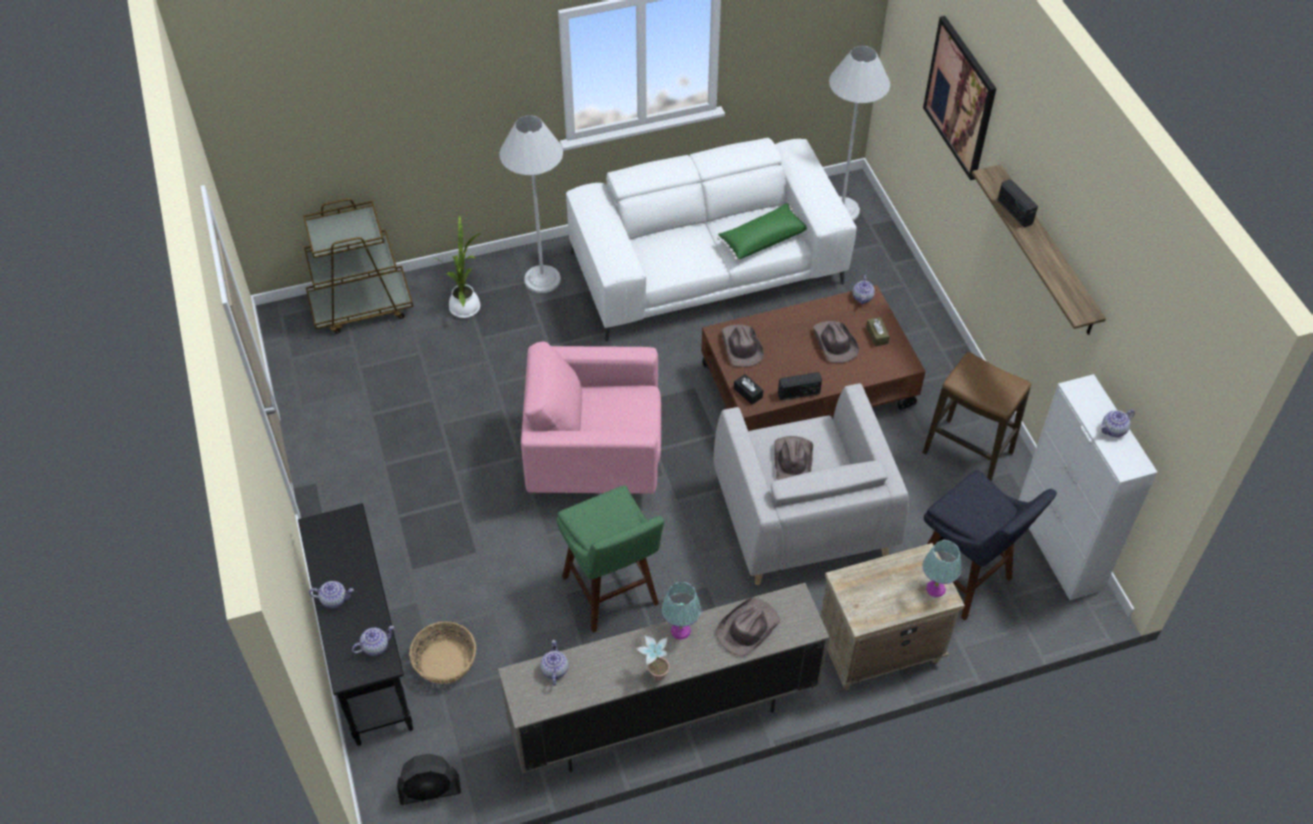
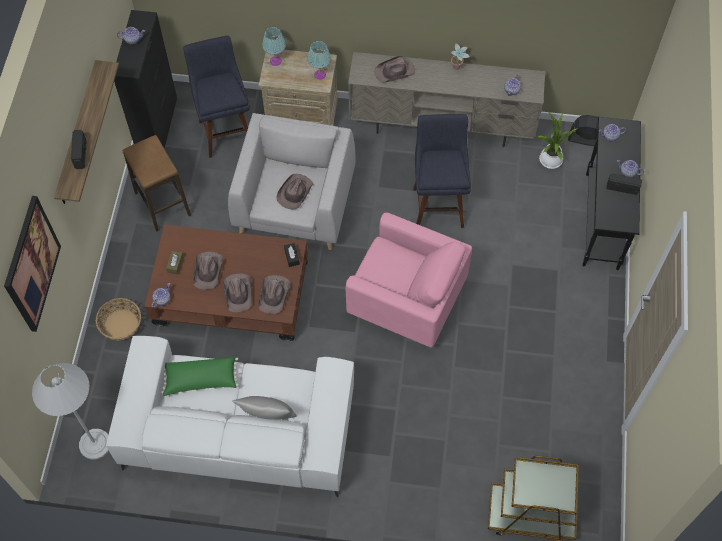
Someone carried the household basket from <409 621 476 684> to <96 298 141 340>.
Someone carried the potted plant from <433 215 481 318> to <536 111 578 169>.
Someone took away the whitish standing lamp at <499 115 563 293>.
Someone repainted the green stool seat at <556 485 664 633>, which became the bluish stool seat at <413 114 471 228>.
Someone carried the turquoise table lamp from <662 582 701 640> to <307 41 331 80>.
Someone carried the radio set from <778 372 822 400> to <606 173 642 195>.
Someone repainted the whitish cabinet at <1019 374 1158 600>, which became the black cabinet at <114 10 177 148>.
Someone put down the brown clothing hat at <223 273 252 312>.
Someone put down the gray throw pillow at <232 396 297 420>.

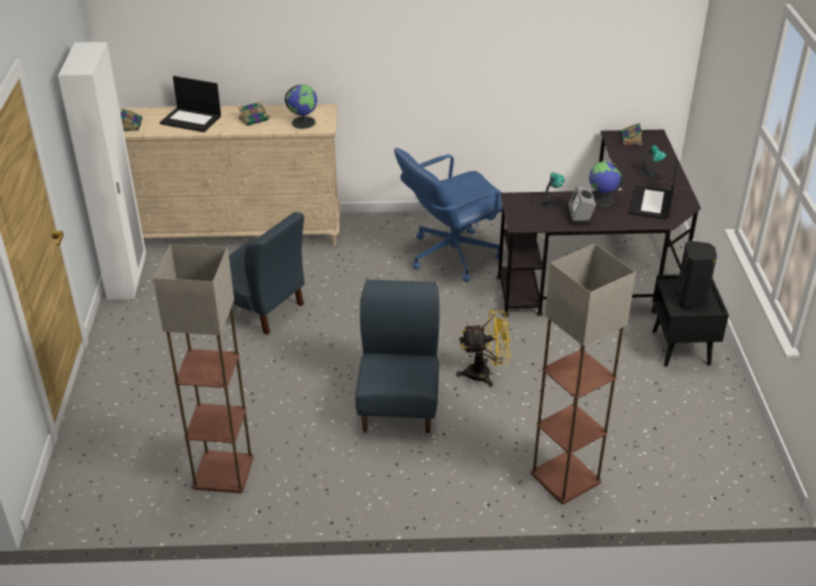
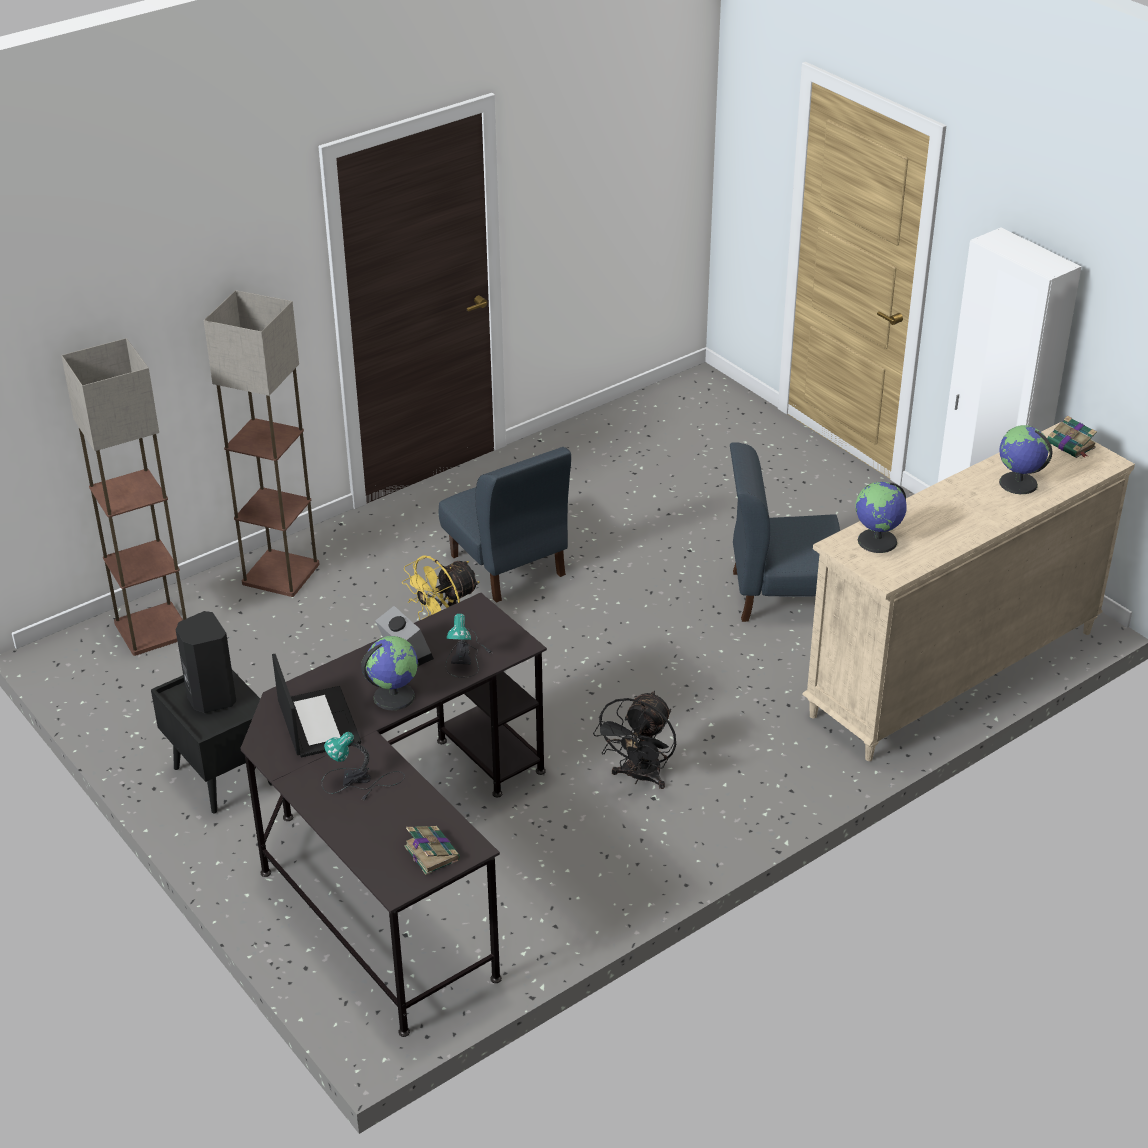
Someone carried the standing lamp from <153 244 253 493> to <61 338 187 656>.
Someone swapped the portable computer at <160 76 221 132> for the world globe at <999 425 1053 494>.
Someone took away the book at <238 101 271 126>.
Someone swapped the bluish desk chair at <394 148 503 282> for the black fan at <593 691 676 789>.

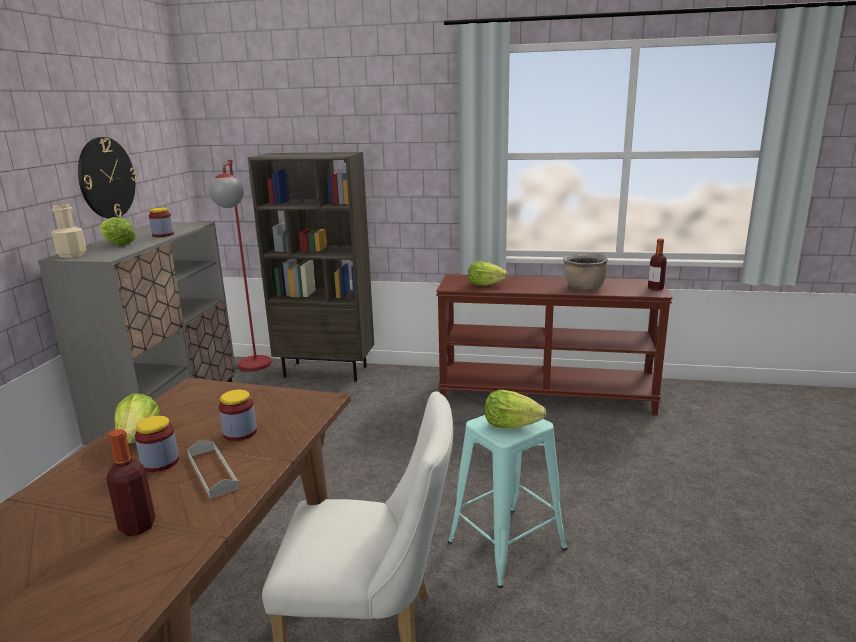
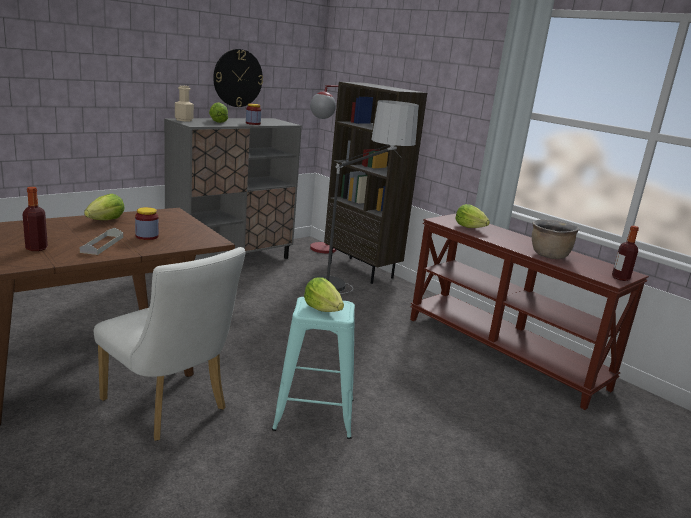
Someone took away the preserve jar at <135 416 179 472>.
Someone put down the standing lamp at <310 100 419 294>.

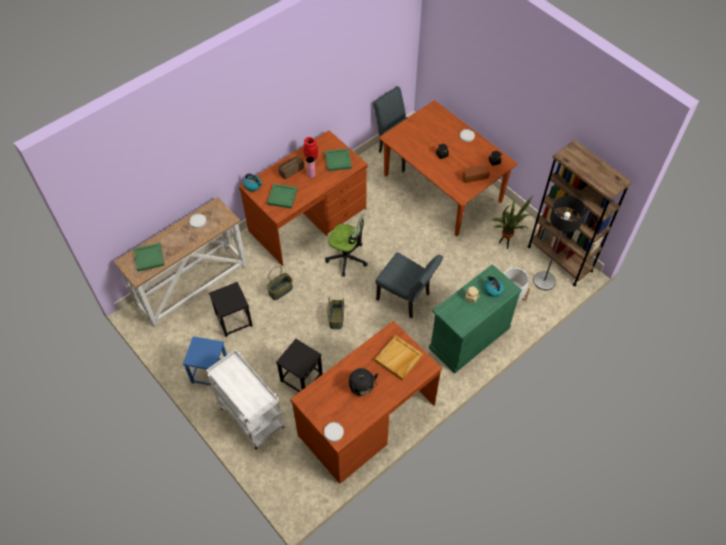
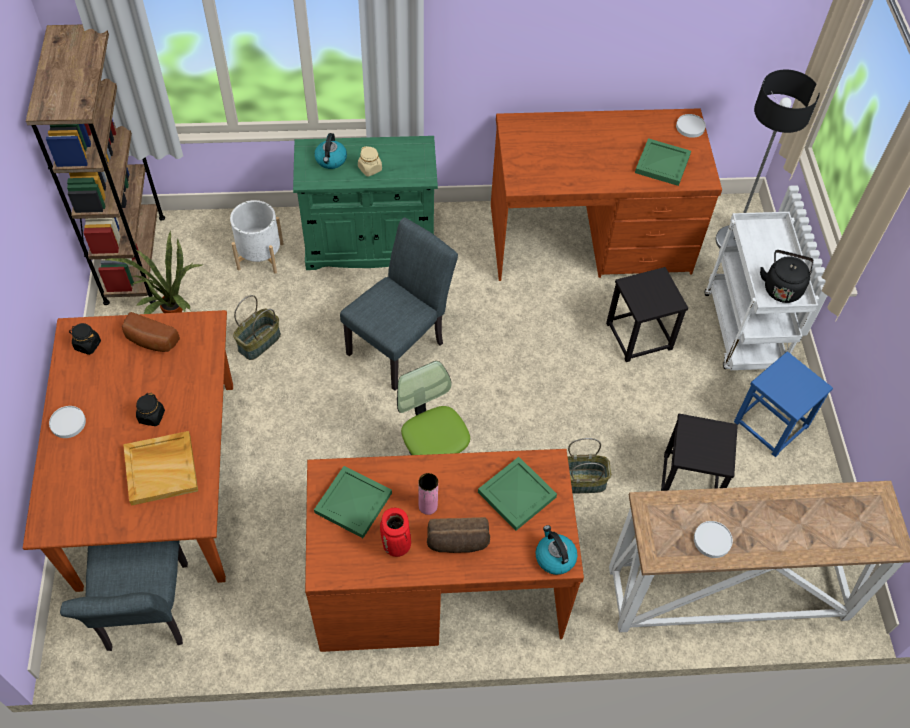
Someone carried the green tray from <134 243 164 271> to <635 138 691 186>.
Someone carried the household basket from <328 298 344 329> to <233 295 281 360>.
Someone carried the black tea kettle from <349 368 378 396> to <760 250 814 303>.
Someone carried the beige tray from <375 335 423 380> to <123 431 198 506>.
Someone rotated the gray plain chair at <376 252 443 318> by 60 degrees clockwise.
Someone carried the standing lamp from <533 196 586 290> to <716 69 820 248>.

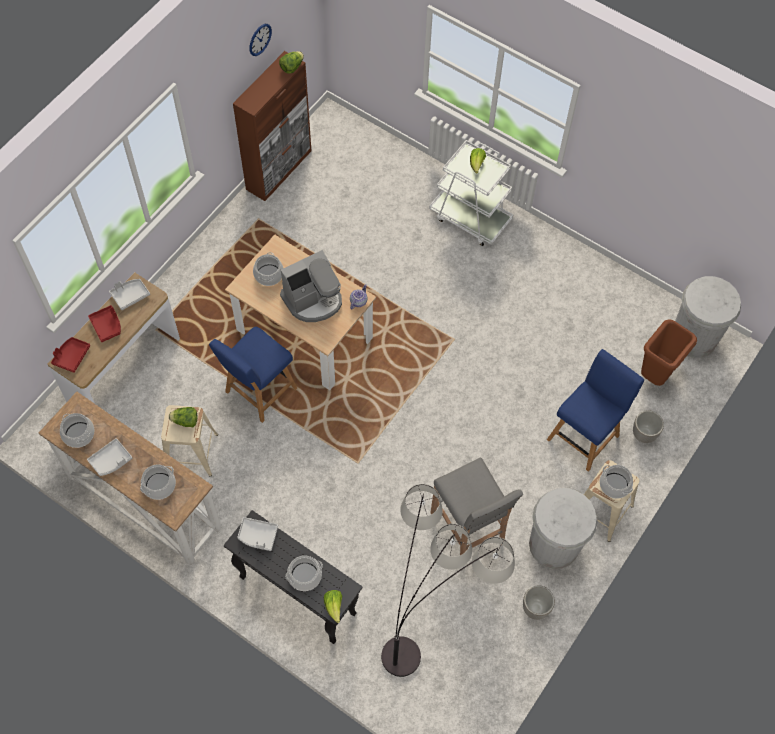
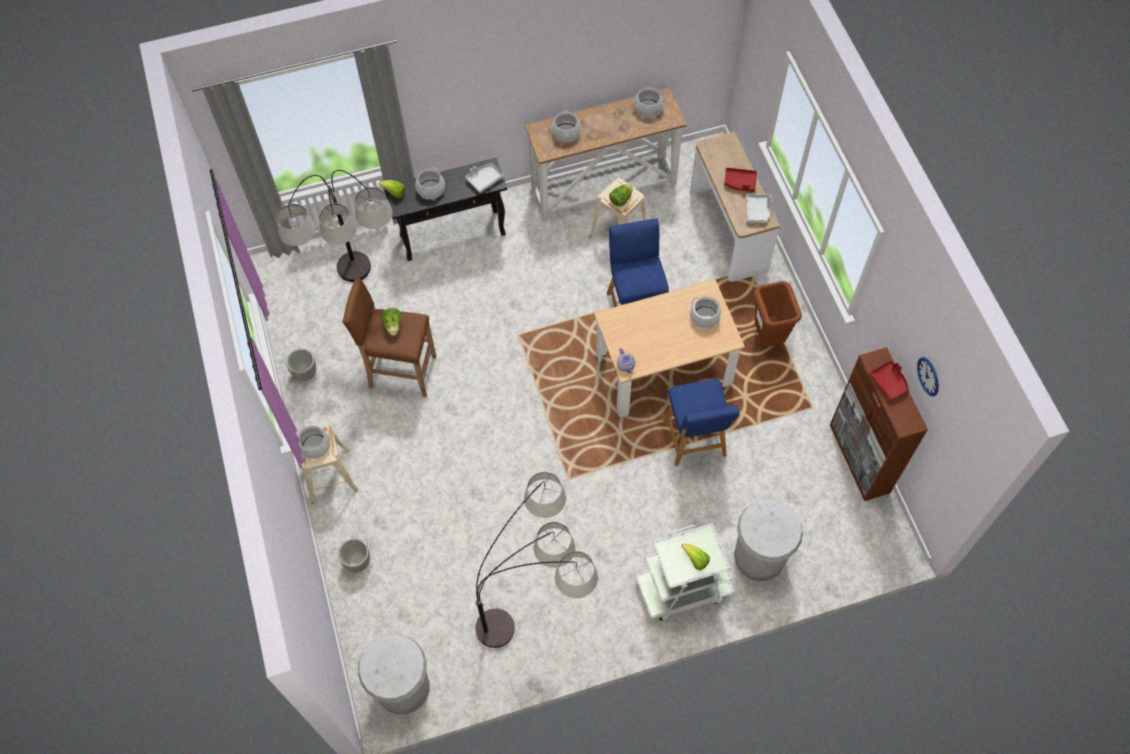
Someone carried the red-coloured tray from <51 337 90 373> to <869 361 909 402>.
Someone took away the gray tray at <87 438 132 476>.
Someone carried the head of lettuce from <279 51 304 74> to <381 308 402 336>.
Someone took away the coffee brewer at <280 250 342 322>.
Someone repainted the gray stool seat at <430 457 523 555>, which became the brown stool seat at <342 277 436 397>.
Someone carried the whitish trash can from <529 488 598 569> to <734 499 803 581>.
Someone carried the bluish plain chair from <547 349 644 472> to <663 379 740 466>.
Someone carried the brown trash can from <641 319 697 386> to <754 281 802 346>.
Someone put down the standing lamp at <475 472 598 648>.

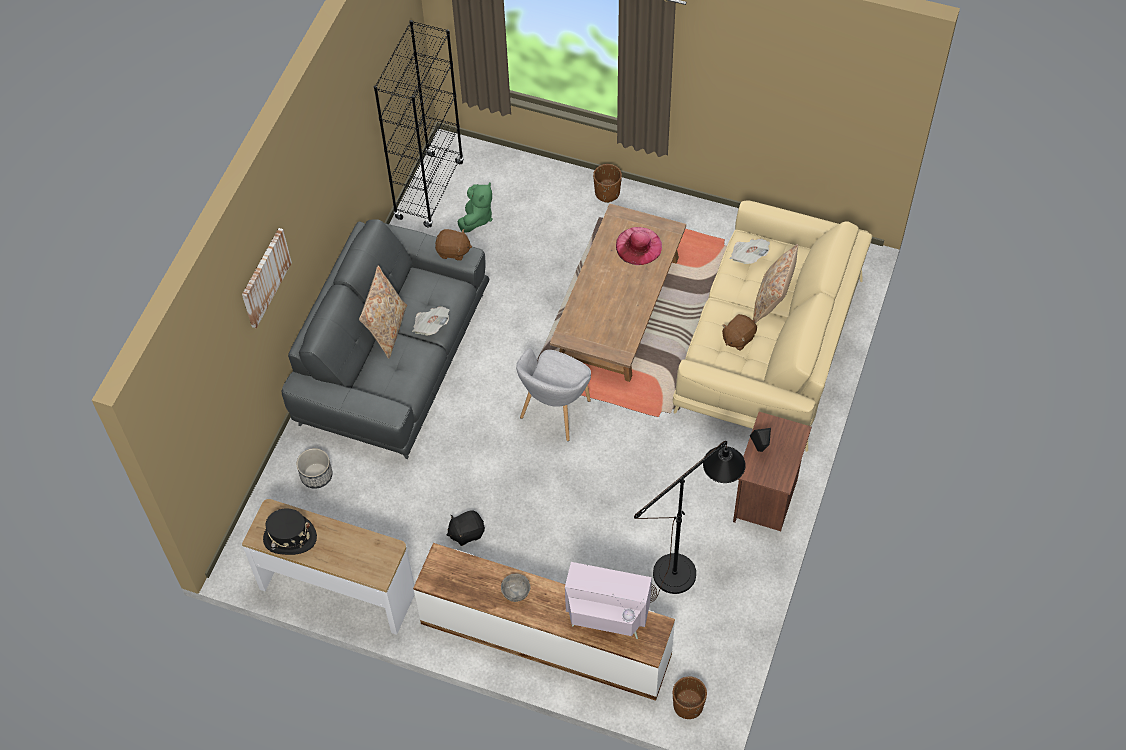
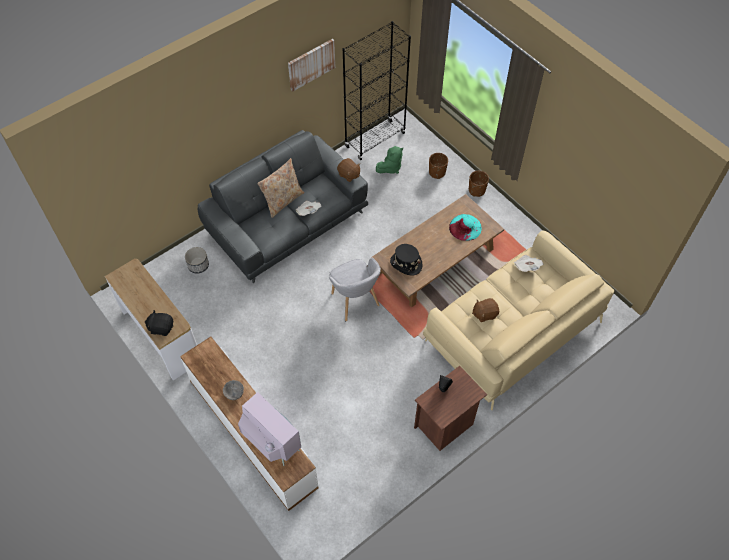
Someone carried the wall art from <242 228 292 328> to <288 39 335 92>.
Someone carried the black clothing hat from <263 509 317 555> to <390 244 423 275>.
Someone carried the black plush toy from <447 510 485 546> to <145 310 173 336>.
Someone rotated the gray easy chair at <516 348 591 441> by 90 degrees counterclockwise.
Someone repainted the pink-coloured clothing hat at <616 227 662 265>, which became the turquoise clothing hat at <449 214 482 241>.
Someone took away the black standing lamp at <634 441 746 603>.
Someone carried the brown flower pot from <673 677 707 719> to <429 153 448 179>.
Someone took away the beige throw pillow at <753 244 798 323>.

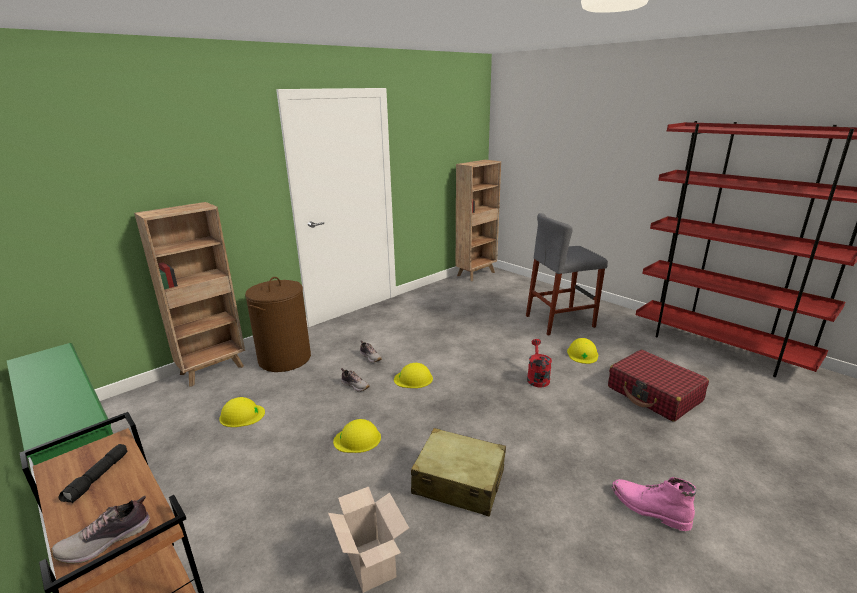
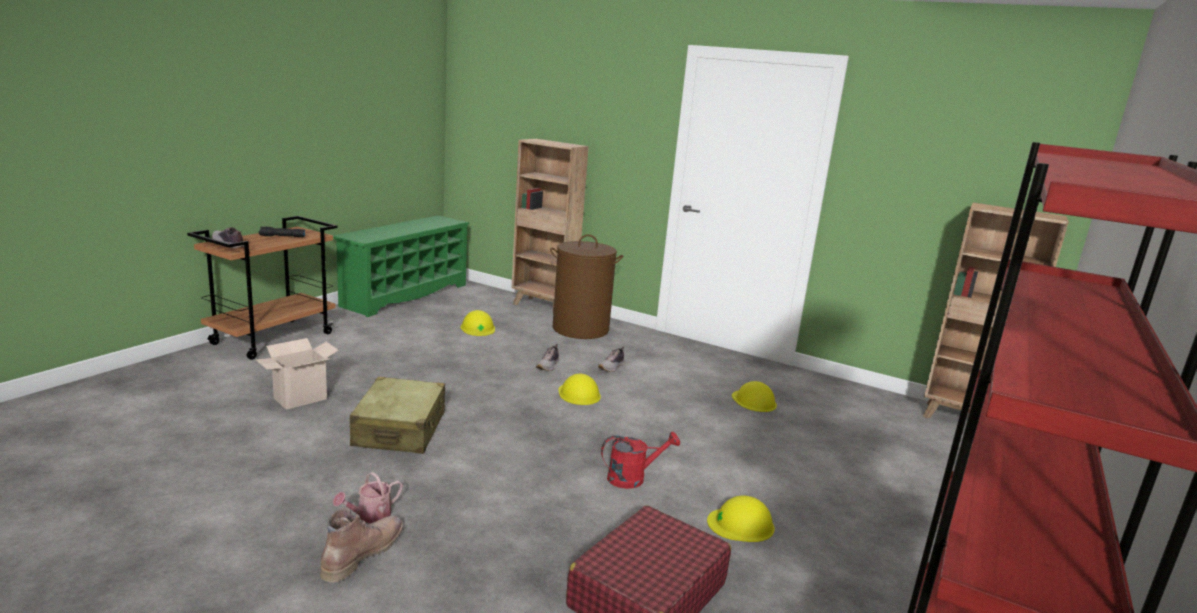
Someone carried the yellow safety helmet from <333 419 381 453> to <732 381 777 412>.
Someone took away the gray stool seat at <526 213 608 335>.
Someone repainted the pink-coloured boot at <612 477 697 531>, which became the brown boot at <320 507 403 583>.
Someone put down the watering can at <333 472 403 523>.

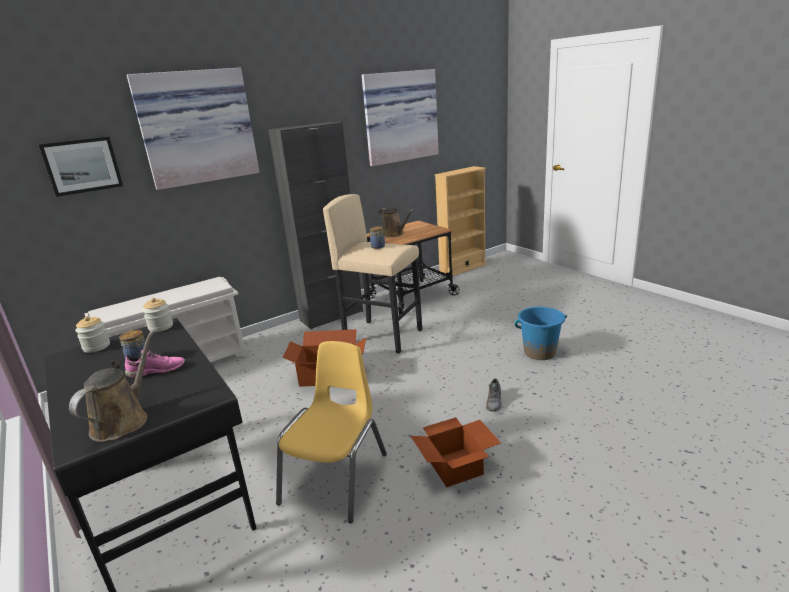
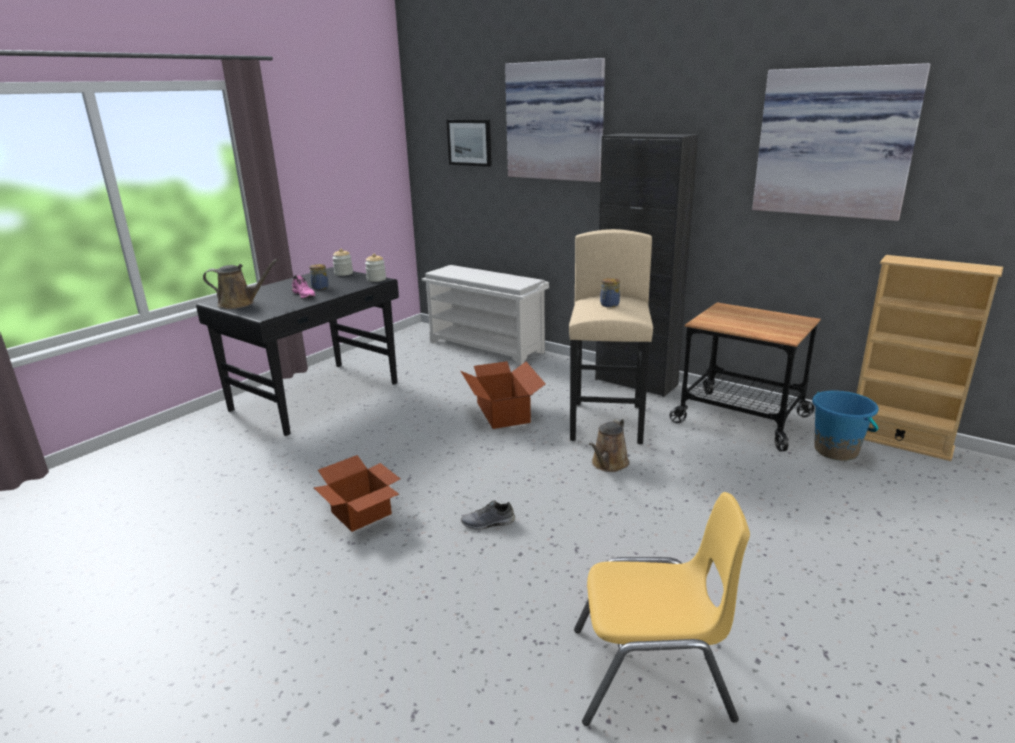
Someone carried the yellow plain chair from <276 341 387 523> to <574 492 750 726>.
Someone carried the brown watering can from <378 208 414 237> to <589 418 630 472>.
Someone carried the bluish bucket from <515 307 567 360> to <812 390 879 461>.

